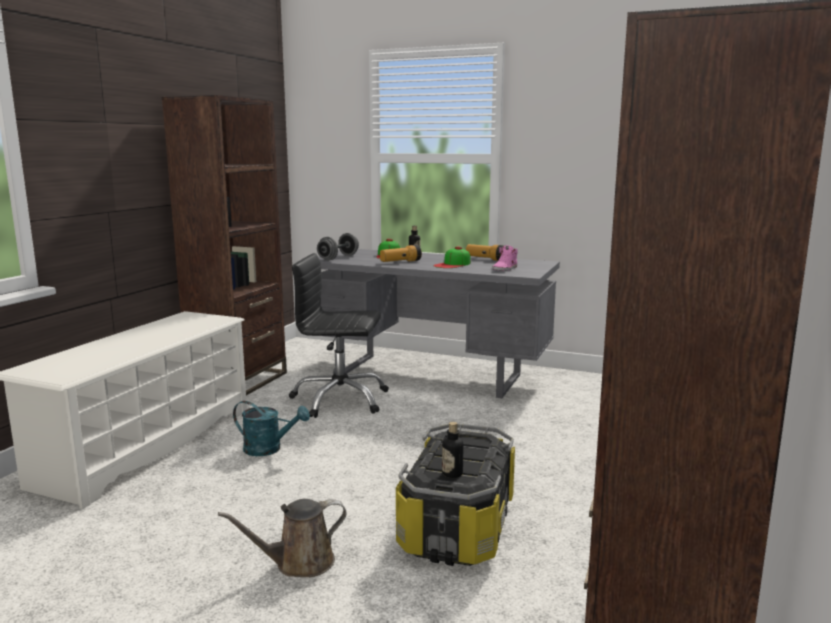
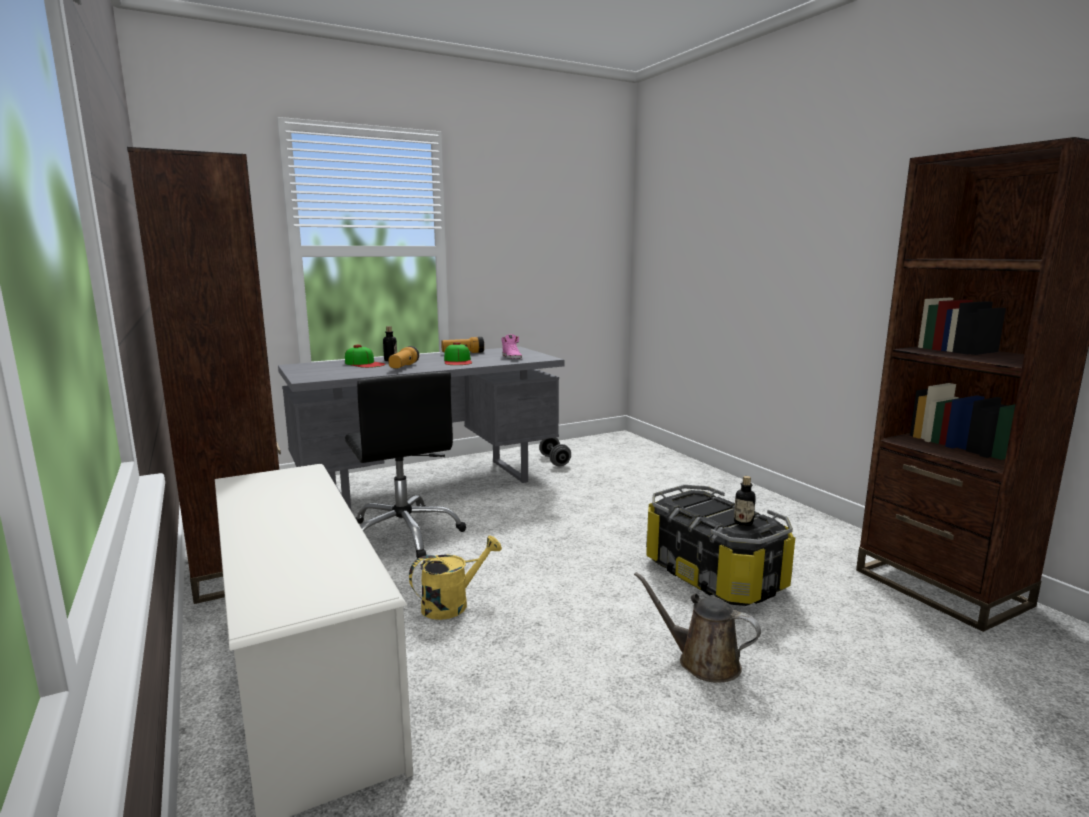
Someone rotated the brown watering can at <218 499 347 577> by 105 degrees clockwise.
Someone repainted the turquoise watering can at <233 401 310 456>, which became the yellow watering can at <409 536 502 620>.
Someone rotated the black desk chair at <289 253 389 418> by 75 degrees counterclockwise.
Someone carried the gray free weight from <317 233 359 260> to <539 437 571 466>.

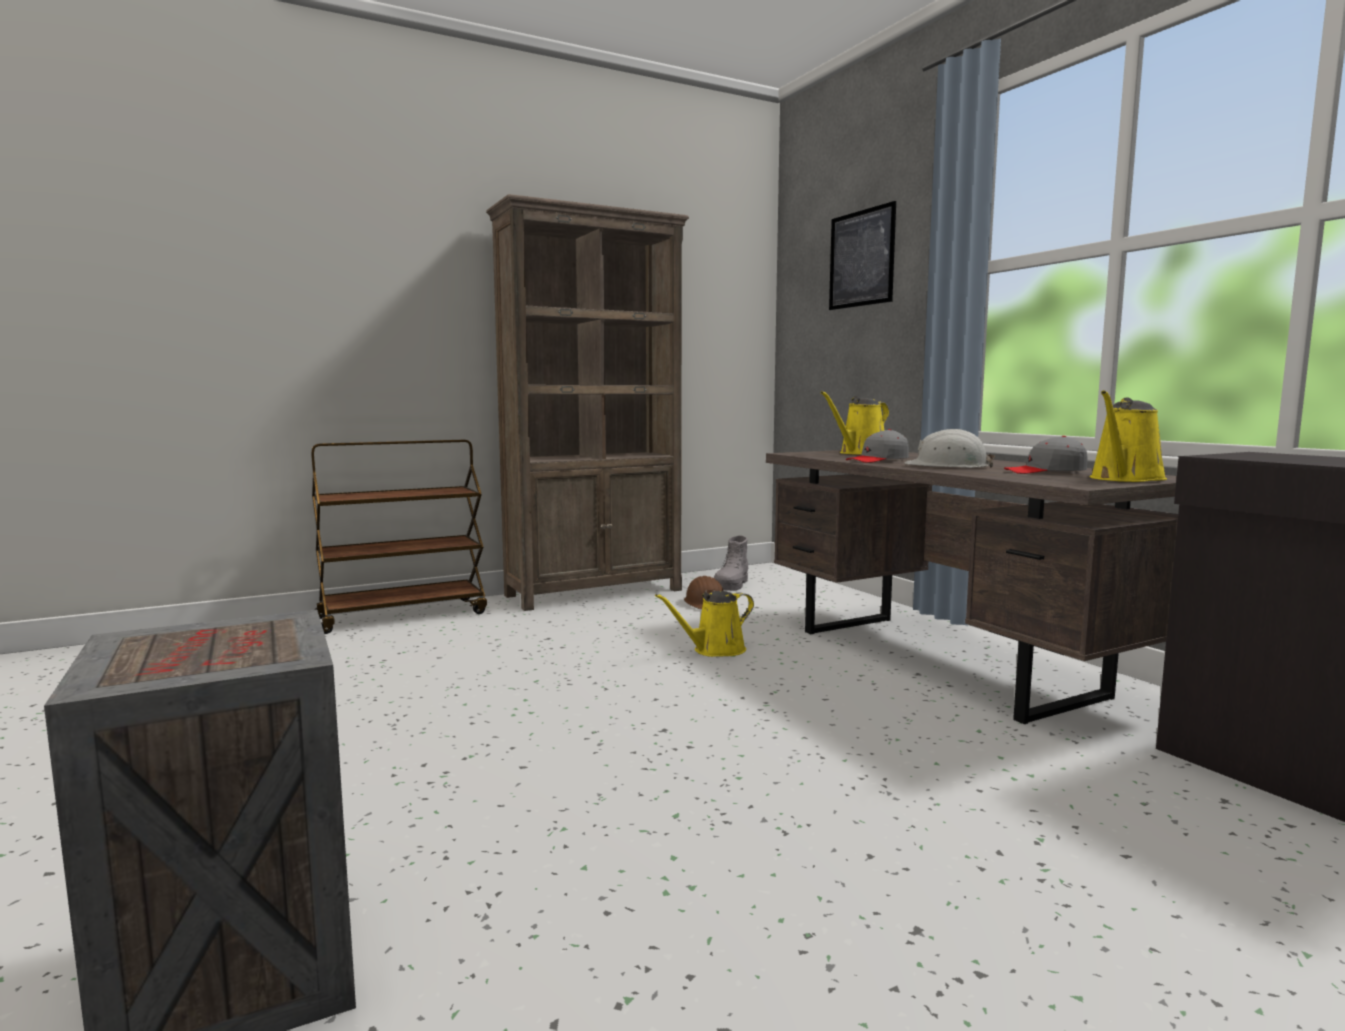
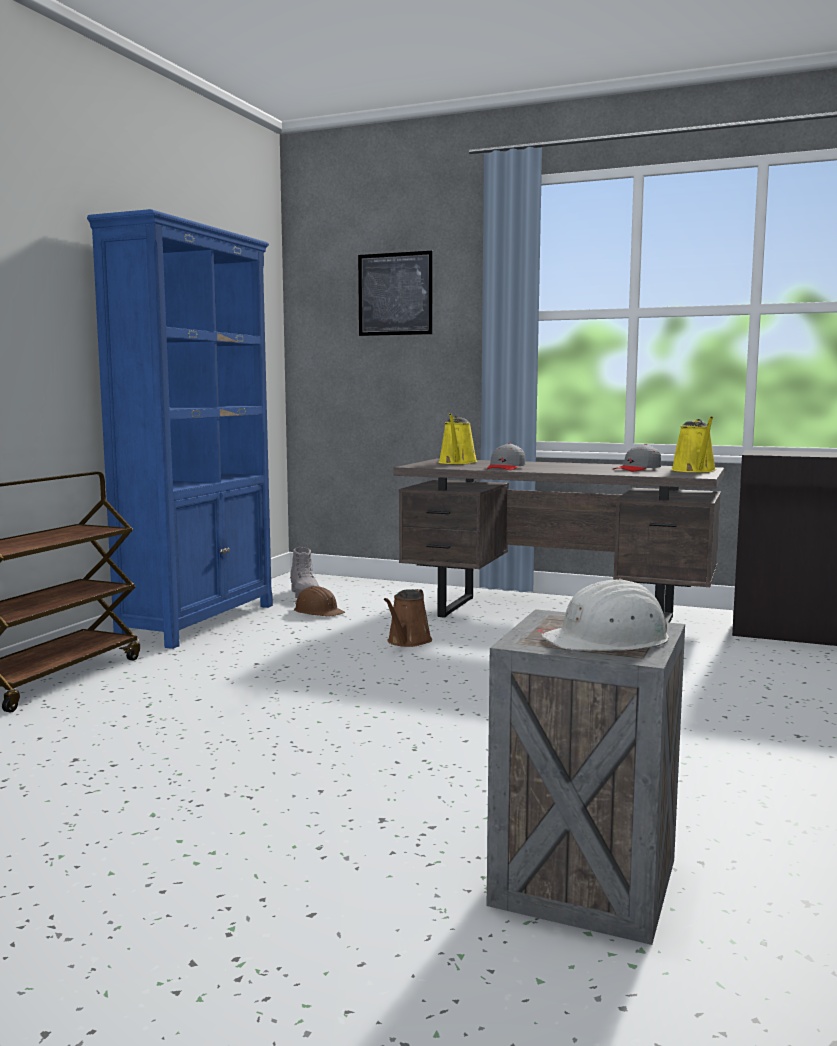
Someone repainted the brown shelving unit at <486 194 689 611>, which became the bluish shelving unit at <87 209 273 649>.
Someone repainted the yellow watering can at <655 591 754 657>, which became the brown watering can at <384 589 432 647>.
Someone carried the whitish safety helmet from <905 429 995 468> to <542 579 669 651>.

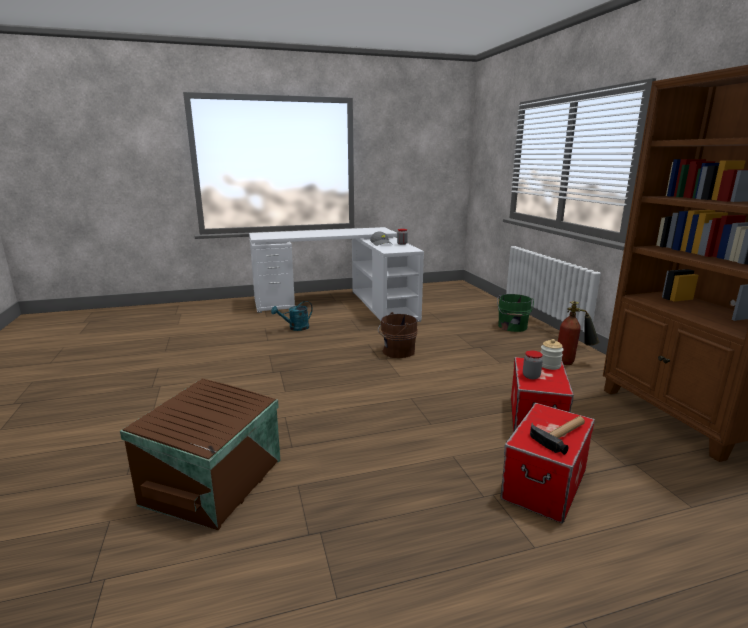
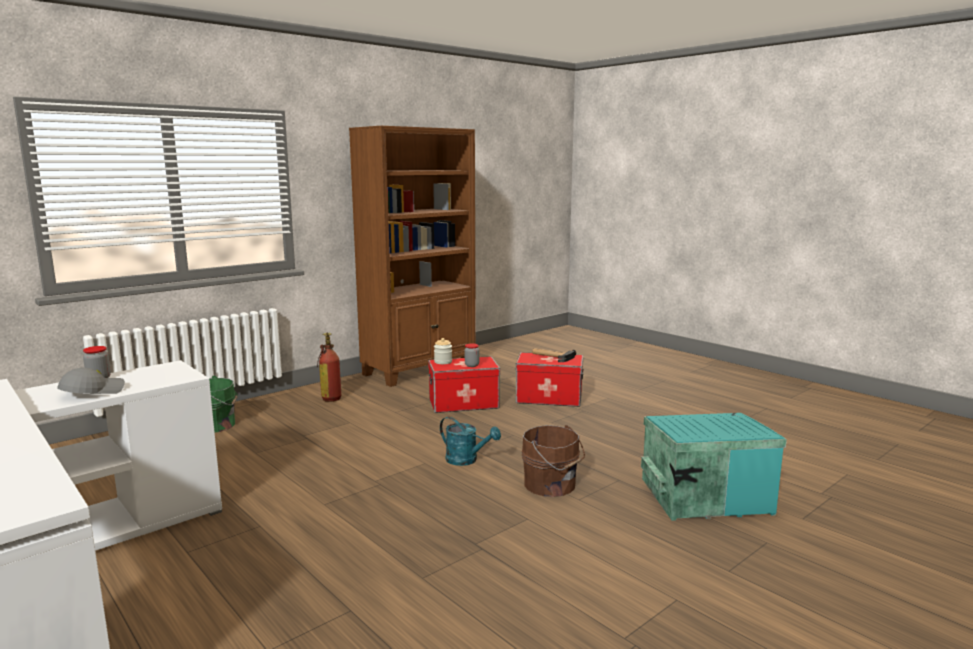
Someone repainted the brown storage container at <120 378 280 530>, which became the turquoise storage container at <641 413 787 521>.
Someone carried the turquoise watering can from <271 301 313 331> to <440 417 501 466>.
Someone carried the brown bucket from <378 312 418 358> to <521 425 585 497>.

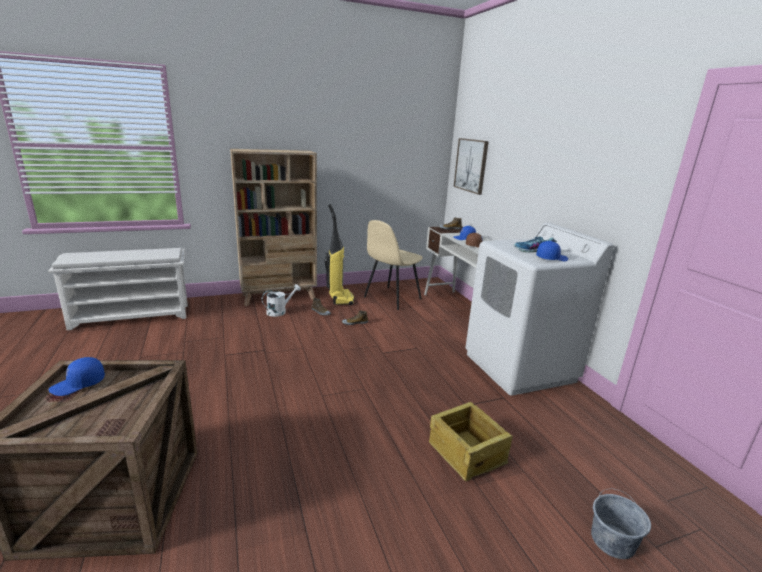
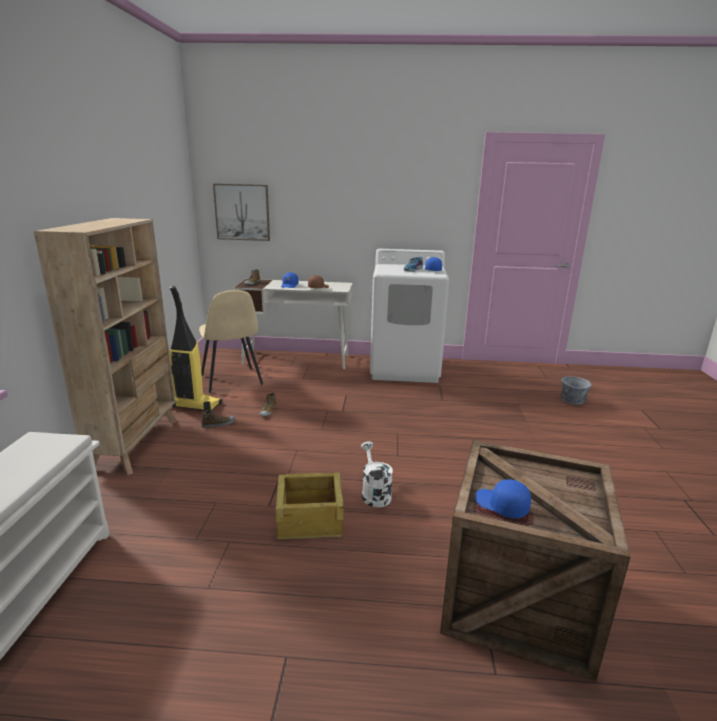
Someone rotated the bluish cap at <49 357 105 396> by 150 degrees clockwise.
Someone carried the whitish watering can from <262 284 301 317> to <361 441 393 508>.
Someone carried the crate from <429 402 513 481> to <276 472 344 540>.

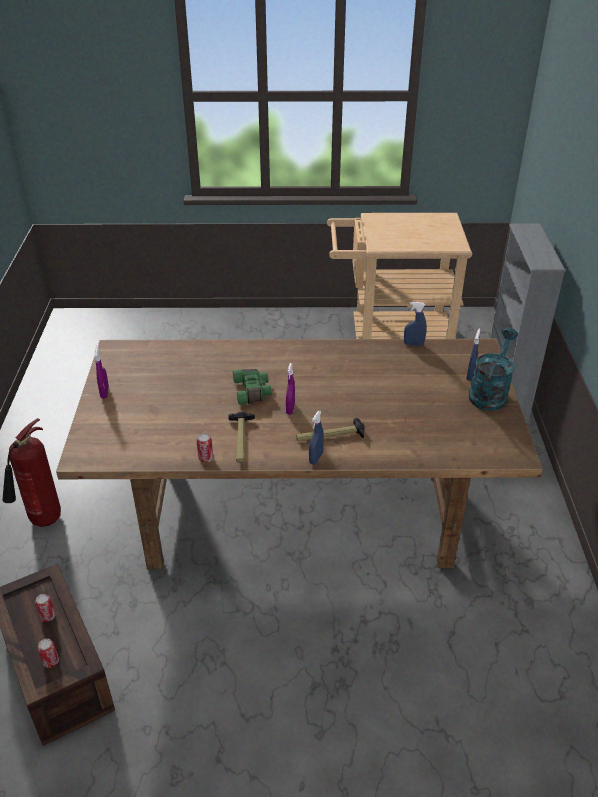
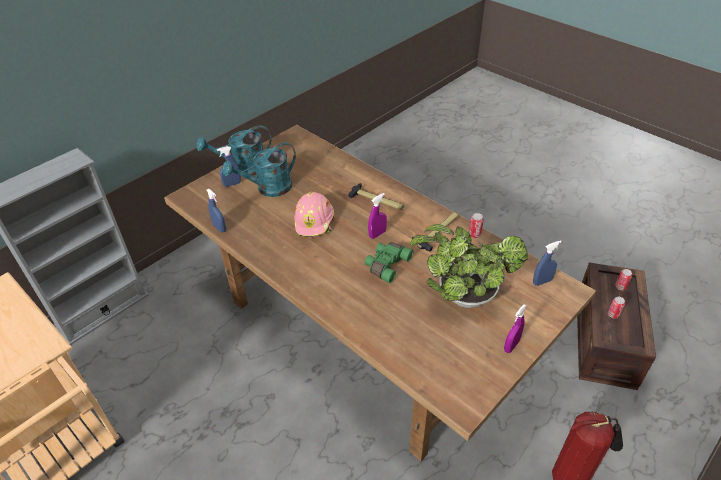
Someone carried the bluish spray bottle from <309 411 324 464> to <533 240 562 286>.
Someone put down the turquoise watering can at <222 142 296 197>.
Someone put down the pink-coloured safety helmet at <294 192 334 237>.
Someone put down the potted plant at <410 224 528 308>.

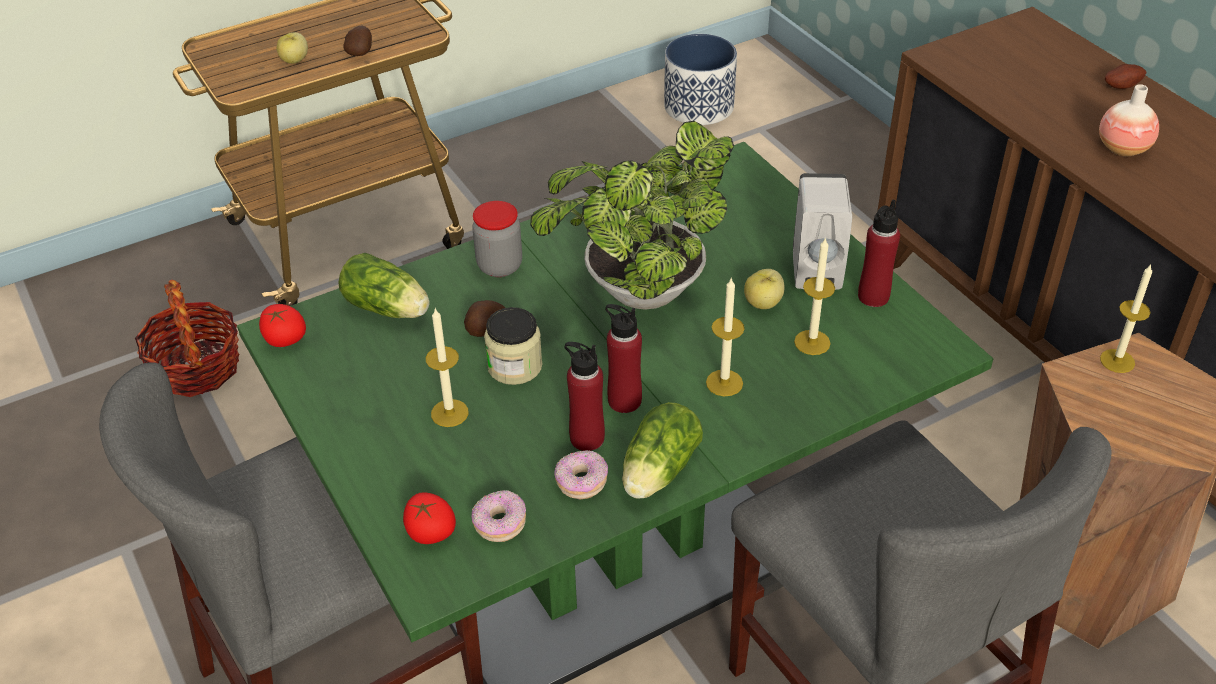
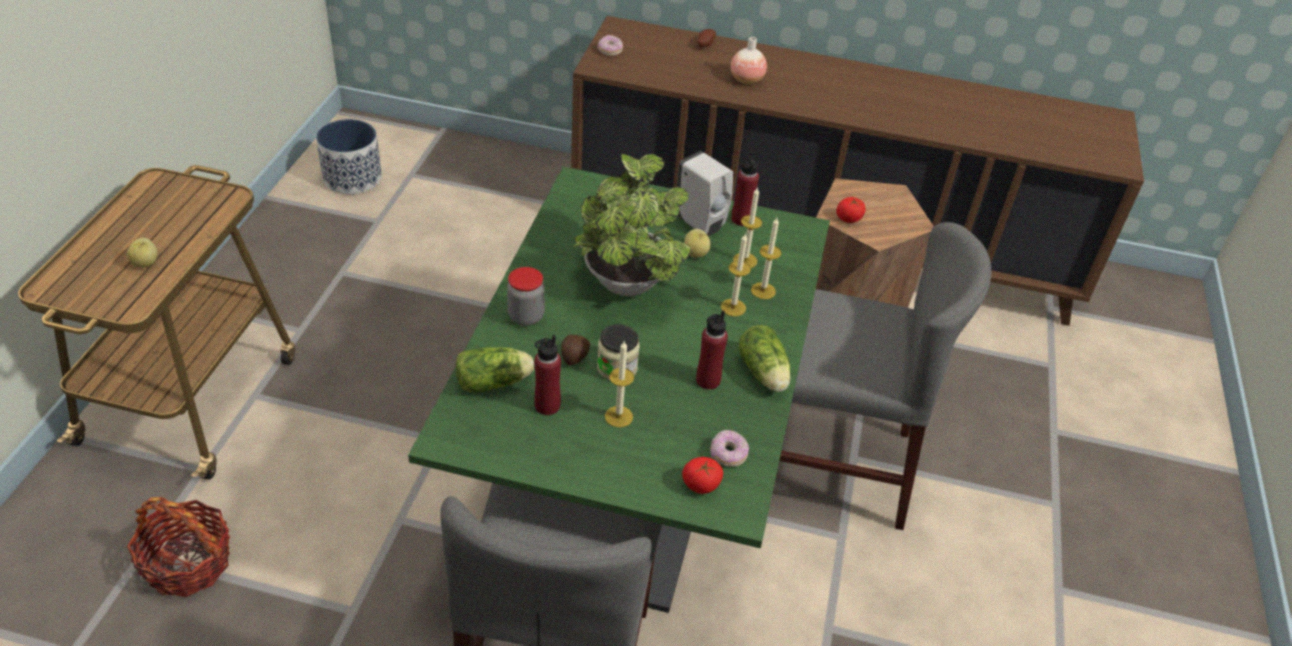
Someone carried the whole tomato from <259 304 306 347> to <836 197 866 223>.
Someone took away the potato at <343 26 372 56>.
Someone carried the doughnut from <554 451 608 500> to <597 35 623 56>.
Someone carried the red-coloured bottle from <605 304 642 413> to <534 335 561 415>.
Someone carried the candle from <1100 265 1152 373> to <751 218 781 299>.

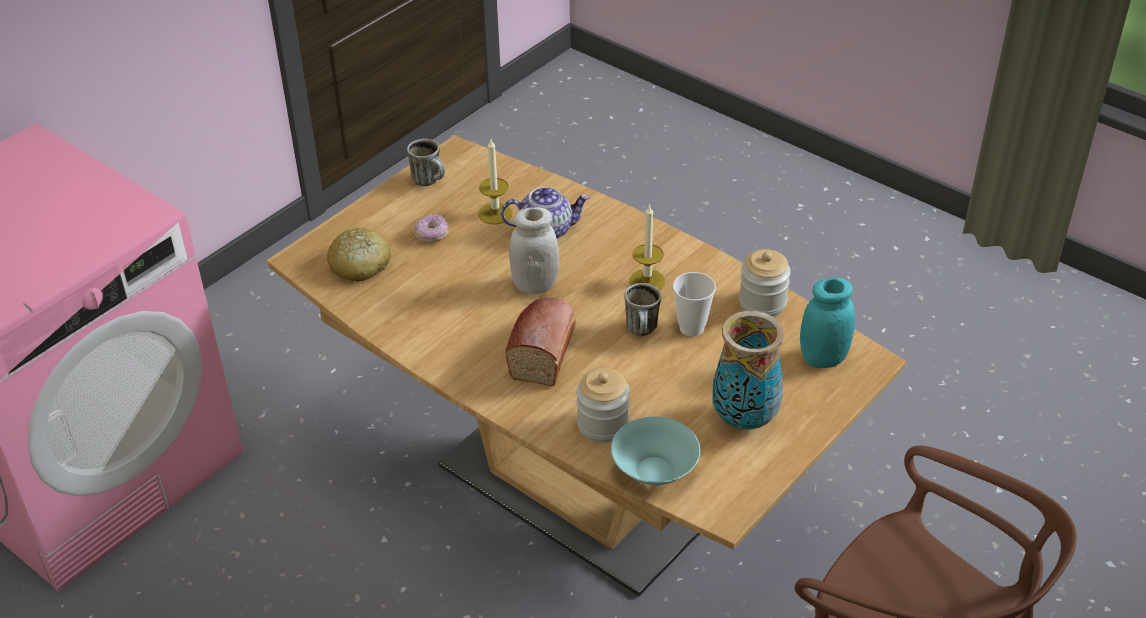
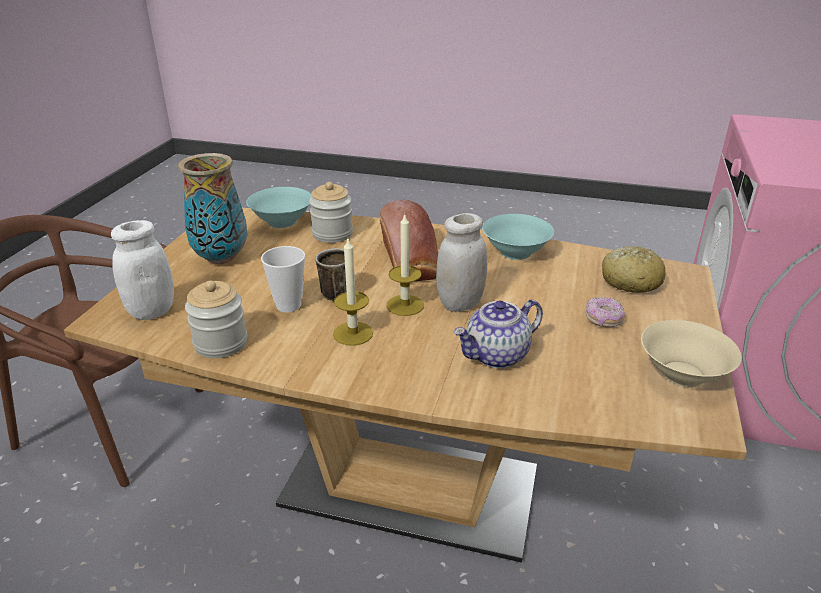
Someone swapped the mug at <407 139 445 186> for the beige deep dish at <641 320 742 387>.
Someone carried the candle from <478 139 513 224> to <386 214 424 316>.
Someone repainted the turquoise preserve jar at <800 278 855 368>, which became the whitish preserve jar at <111 220 174 320>.
Someone put down the turquoise deep dish at <482 214 554 260>.

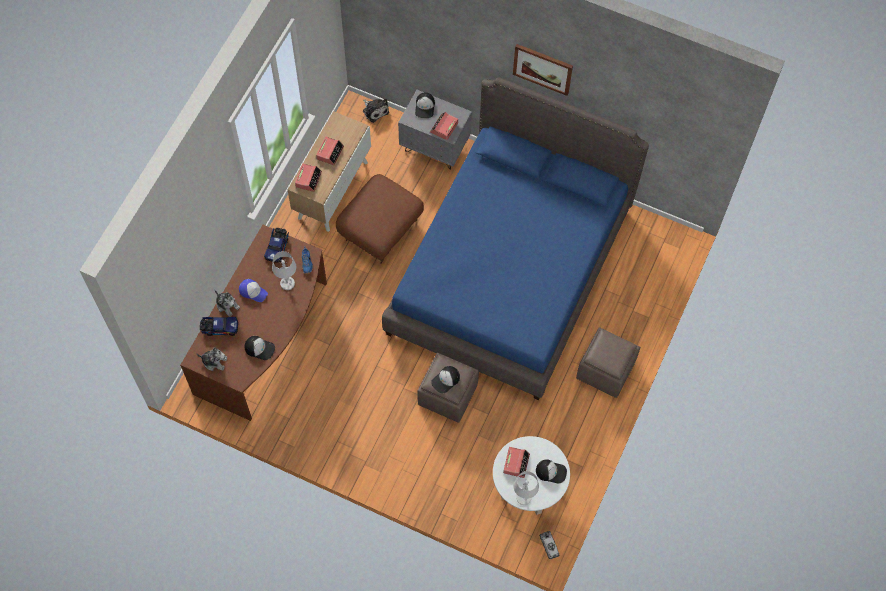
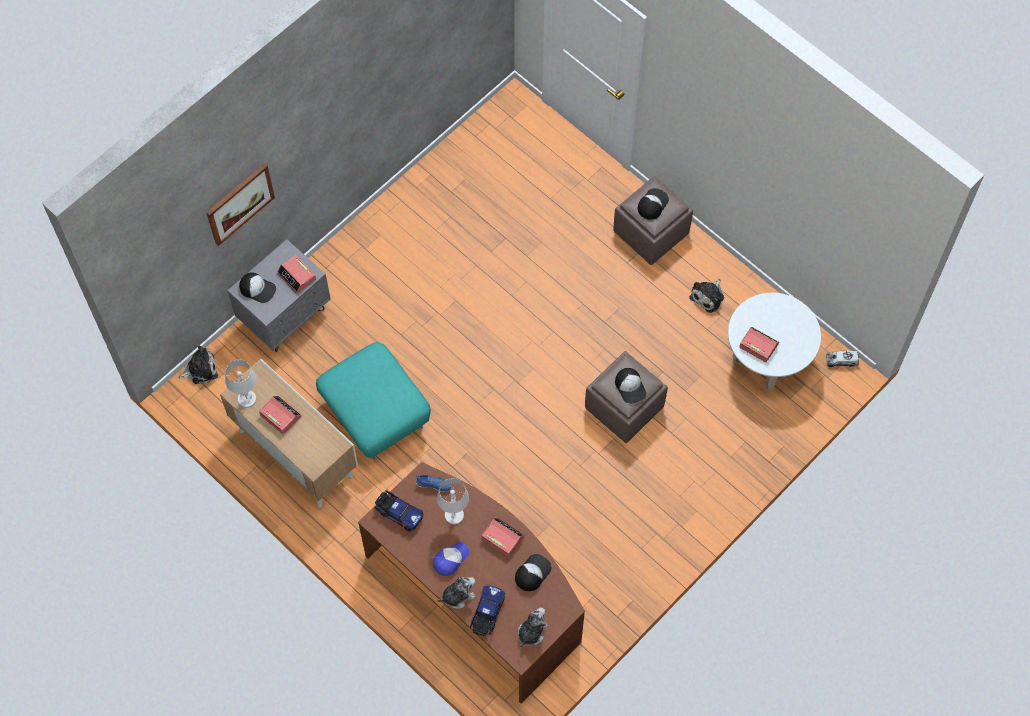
Someone carried the bedside clock from <295 164 322 192> to <481 517 525 557>.
Someone repainted the brown footrest at <336 174 424 264>, which became the turquoise footrest at <316 342 431 459>.
Someone took away the bluish sleeping bed at <382 77 649 400>.
Someone carried the wall art from <513 44 573 96> to <206 163 275 246>.
Someone carried the whitish table lamp from <513 471 539 505> to <225 360 257 408>.
Someone carried the cap from <536 459 567 484> to <638 188 669 220>.
Someone put down the plush toy at <689 279 724 313>.

